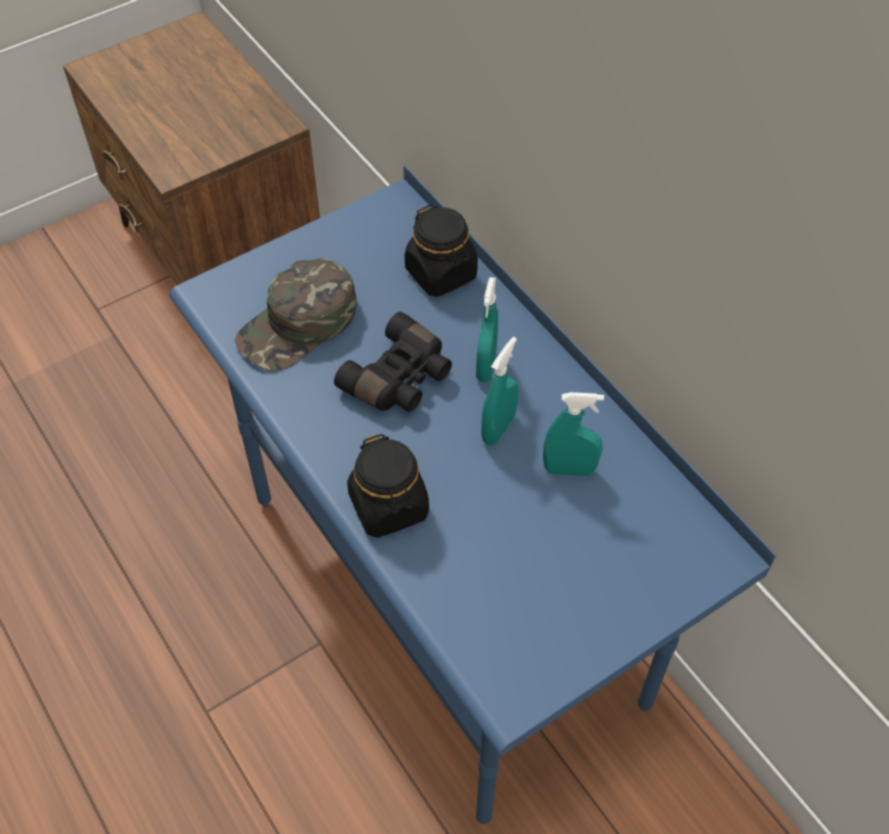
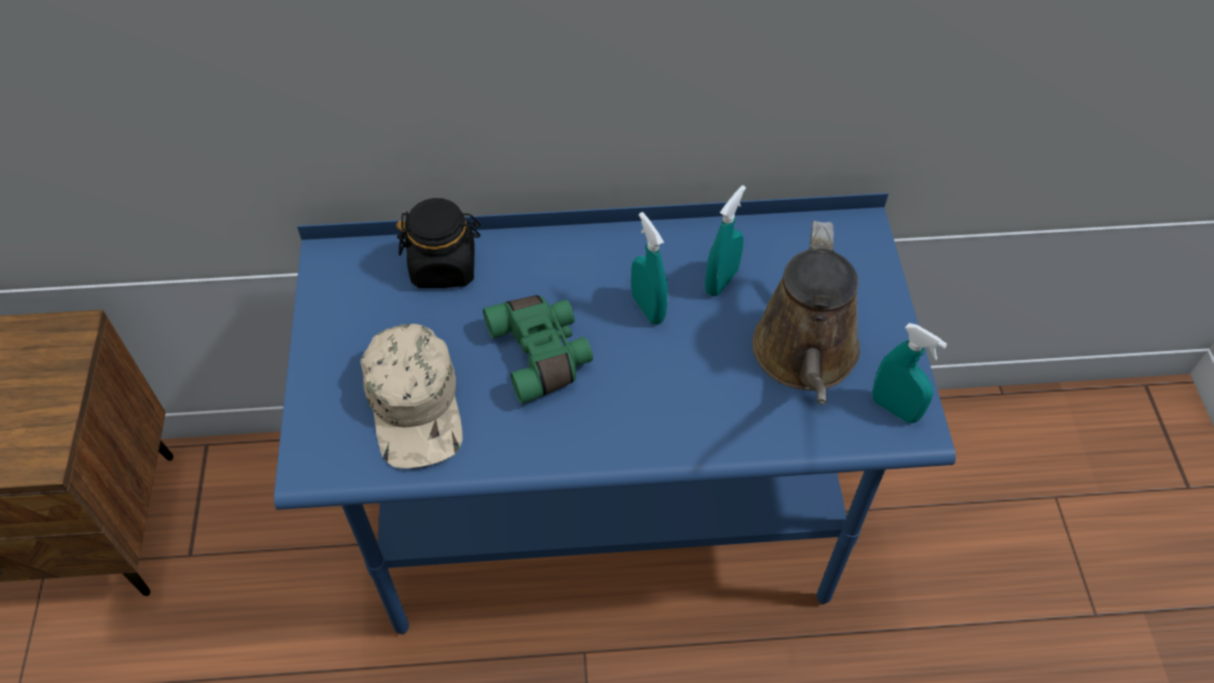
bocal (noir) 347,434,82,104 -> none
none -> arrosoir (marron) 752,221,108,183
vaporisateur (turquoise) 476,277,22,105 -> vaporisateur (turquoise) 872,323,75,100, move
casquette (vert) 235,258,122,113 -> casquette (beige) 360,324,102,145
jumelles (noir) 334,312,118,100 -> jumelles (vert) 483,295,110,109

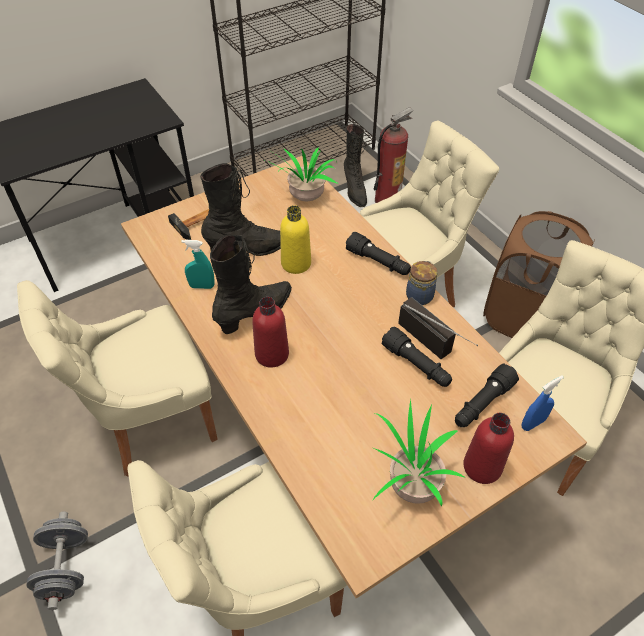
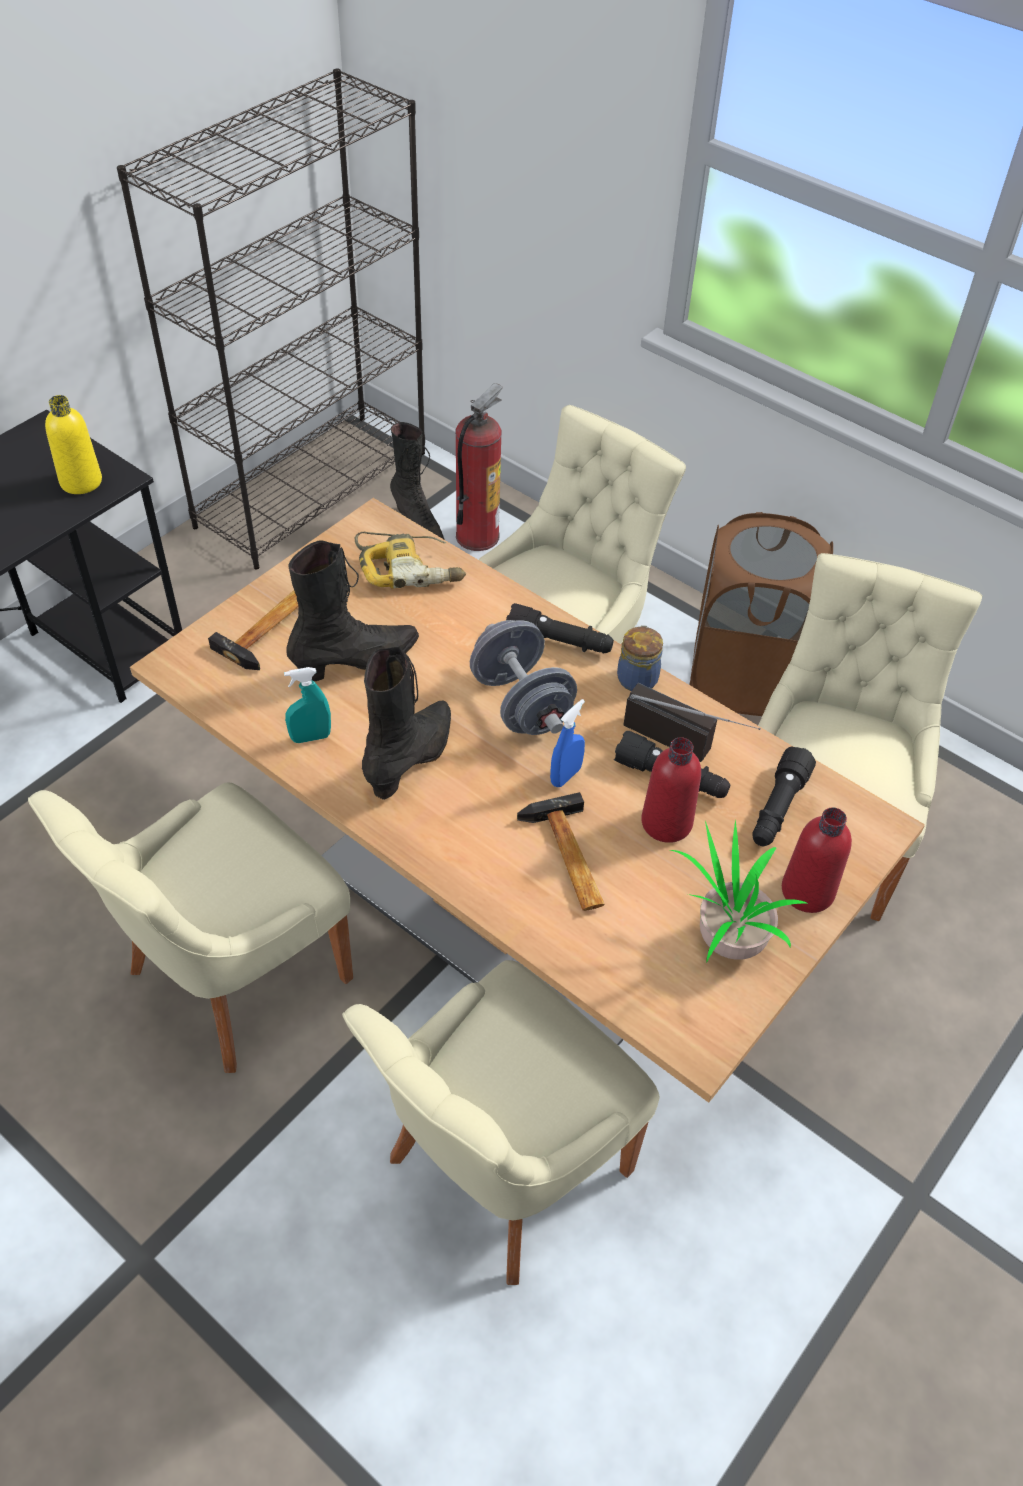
none -> marteau 517,792,88,119
haltère (gris) 26,511,62,99 -> haltère (gris) 470,620,107,115, move
bouteille (rouge) 252,297,37,71 -> bouteille (rouge) 641,737,60,106, move
bouteille (jaune) 280,205,31,69 -> bouteille (jaune) 45,395,57,99, move
vaporisateur (bleu) 521,375,43,56 -> vaporisateur (bleu) 550,699,35,88, move
plante en pot 267,147,72,54 -> perceuse 354,532,112,57

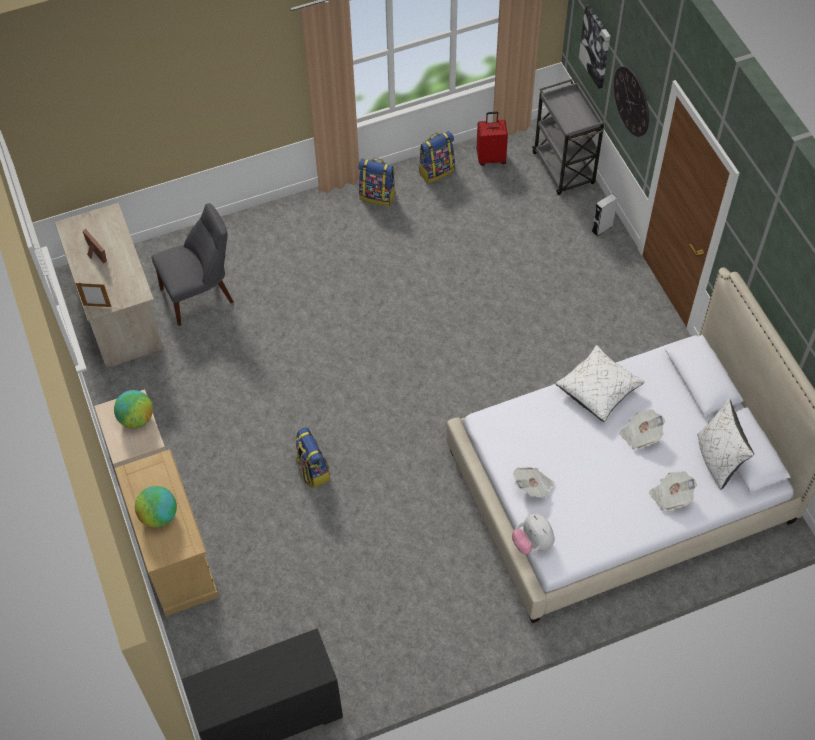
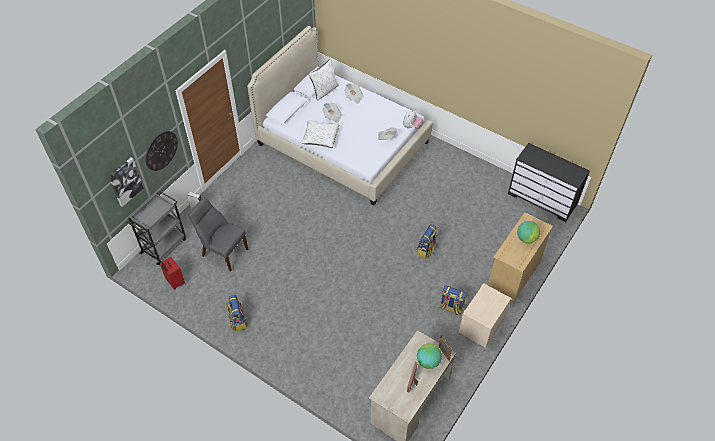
globe 114,390,39,38 -> globe 417,344,25,25, move
chaise (gris) 152,203,81,123 -> chaise (gris) 189,197,59,74, move
sac à dos 419,131,36,52 -> sac à dos 440,285,27,31, move

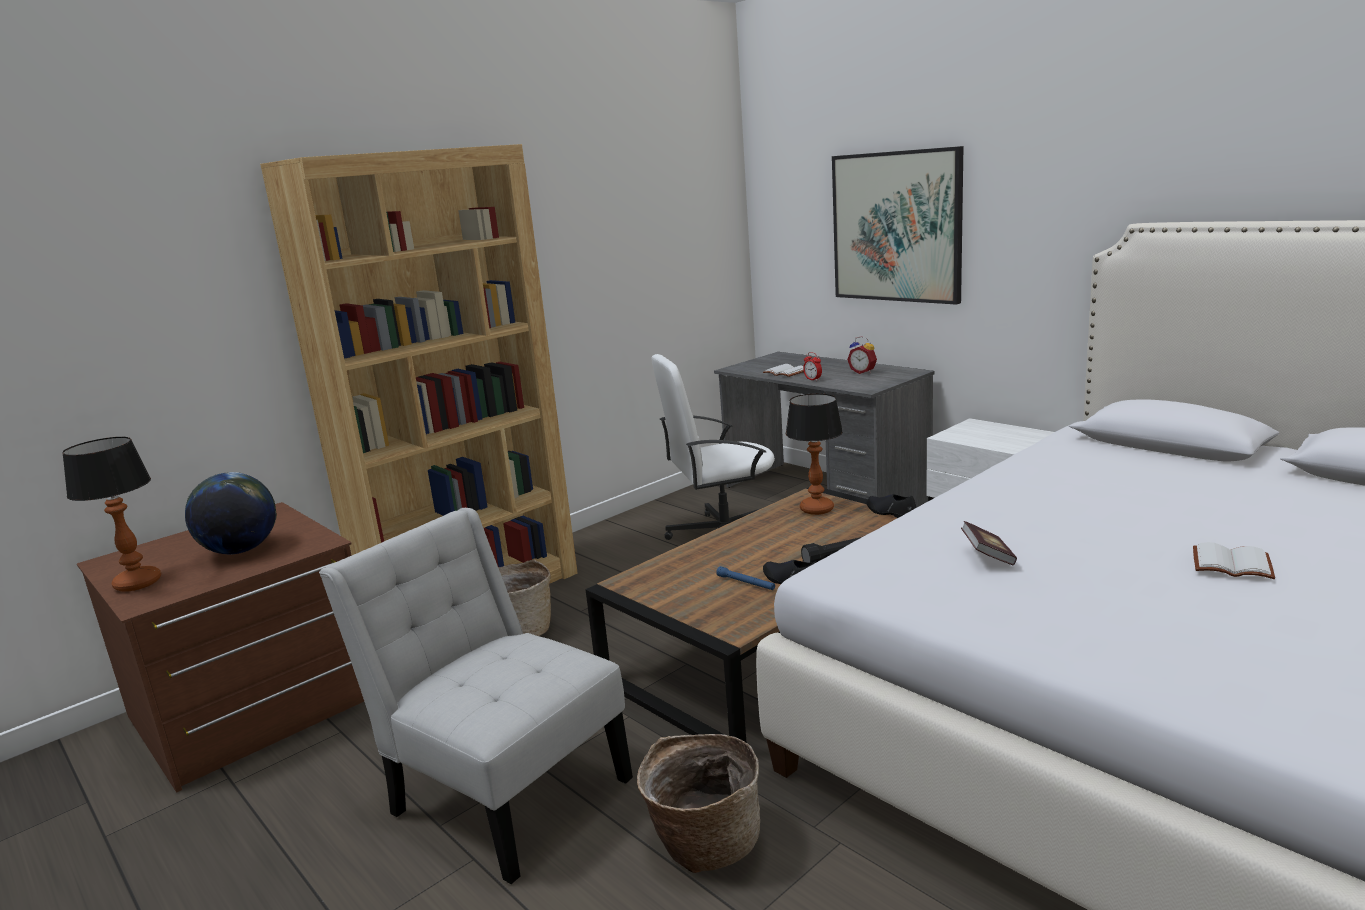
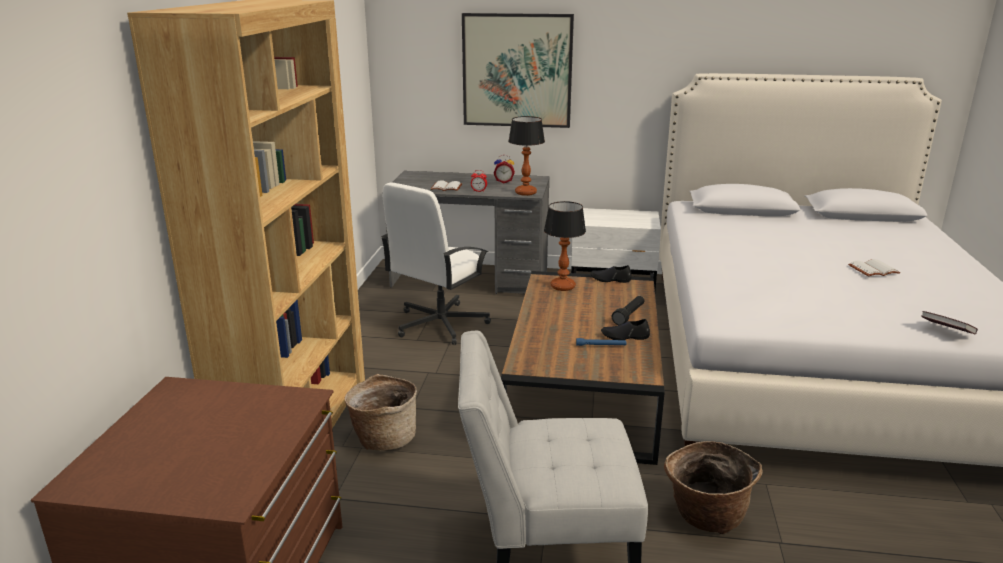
globe 185,472,92,83 -> none
lampe de table 62,437,99,155 -> lampe de table 508,116,37,80, move
livre 961,521,56,44 -> livre 921,311,57,24, move

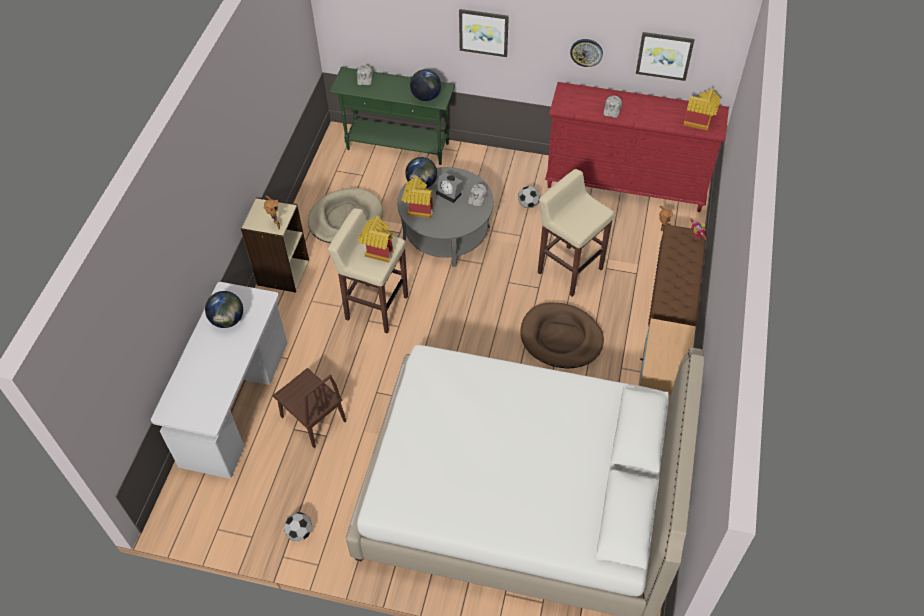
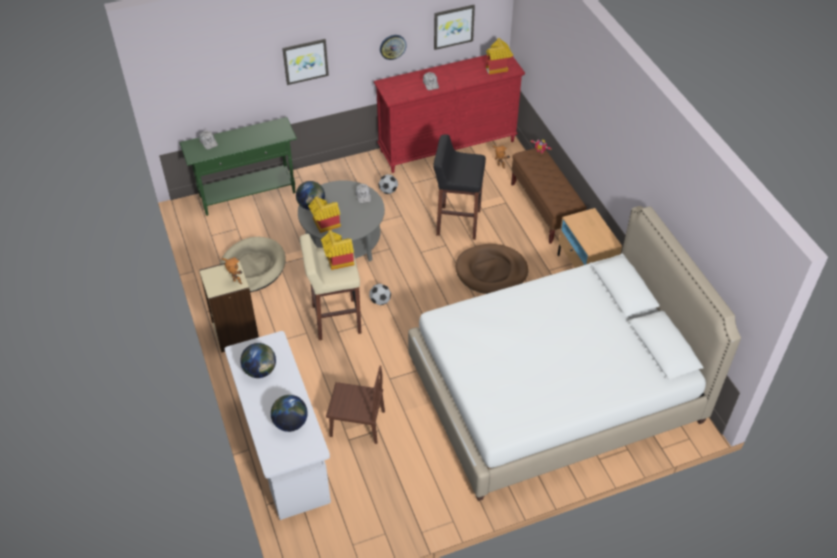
réveil 436,172,27,31 -> none
ballon de foot 284,512,28,29 -> ballon de foot 369,284,22,21, move
globe 410,69,31,32 -> globe 271,395,37,37, move
tabouret (beige) 538,169,76,128 -> tabouret (noir) 433,134,53,106

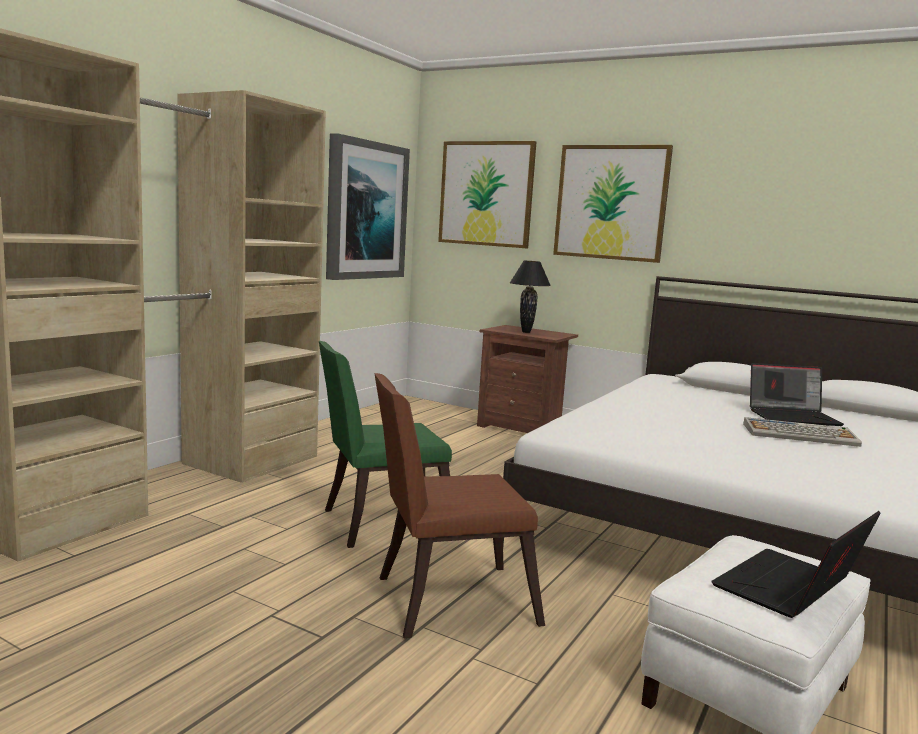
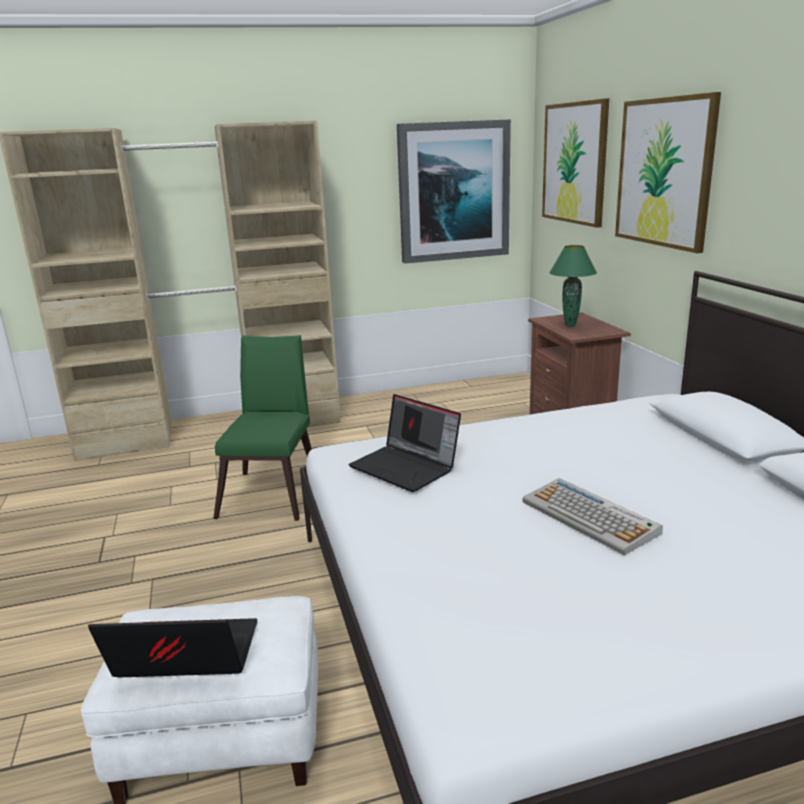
chaise (marron) 374,373,171,266 -> none
ordinateur portable 750,363,94,63 -> ordinateur portable 349,394,112,98, move
lampe de table (noir) 510,261,41,72 -> lampe de table (vert) 549,245,48,82
chaise (vert) 319,341,133,207 -> chaise (vert) 213,335,99,186, 75 degrees clockwise

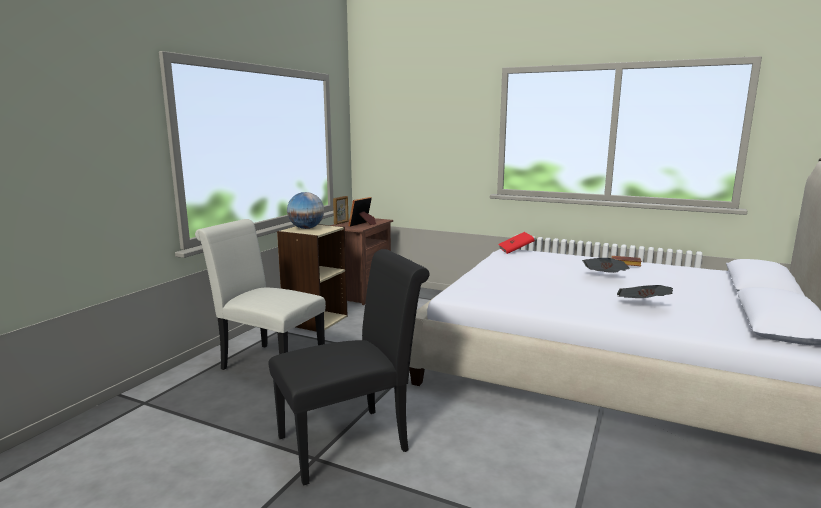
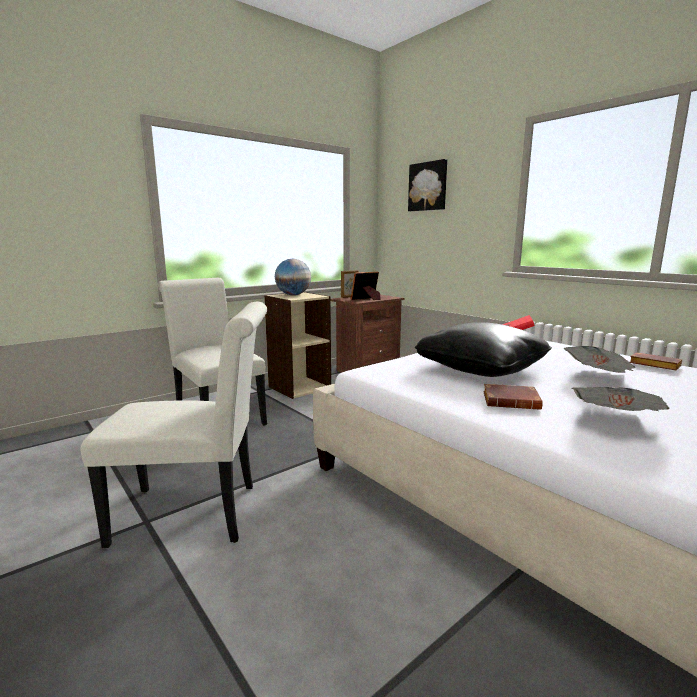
none -> tableau 408,159,39,52
none -> coussin (noir) 415,322,137,55
none -> livre (marron) 483,384,60,26
chaise (noir) 269,249,161,237 -> chaise (blanc) 80,302,187,246

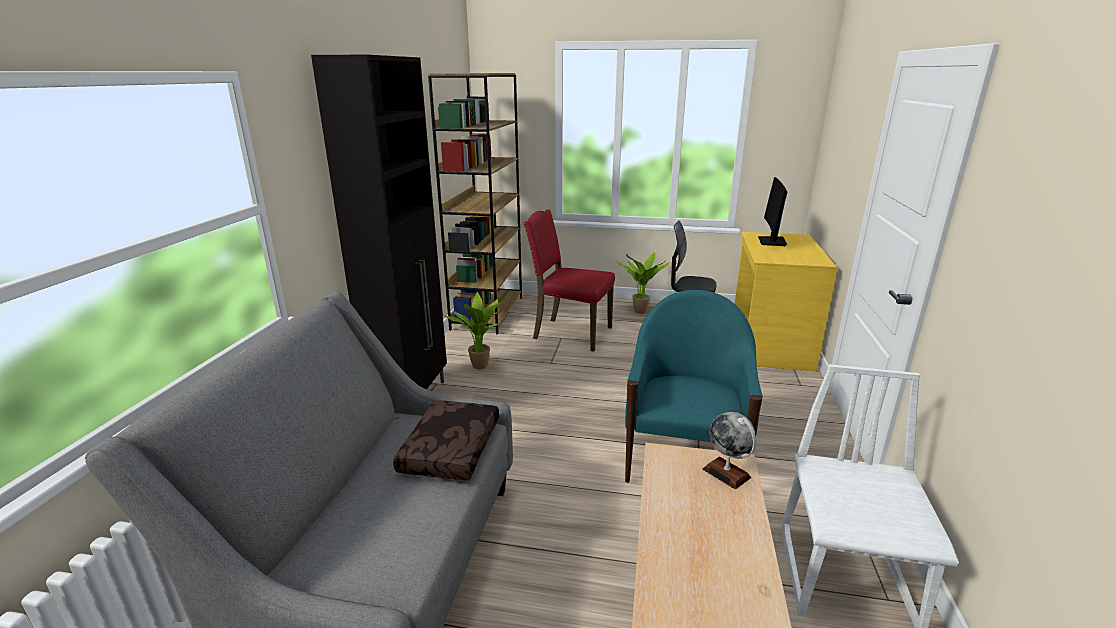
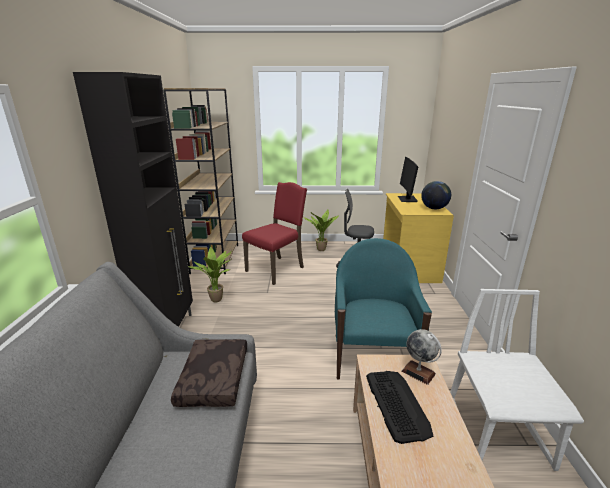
none -> clavier 366,371,67,73
none -> globe 421,181,30,28
chaise (rouge) 524,209,91,143 -> chaise (rouge) 242,182,65,103, 120 degrees clockwise

